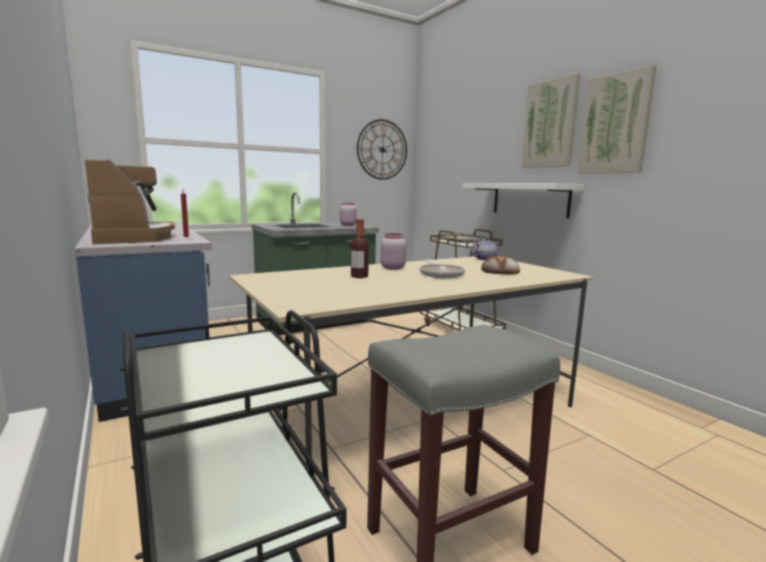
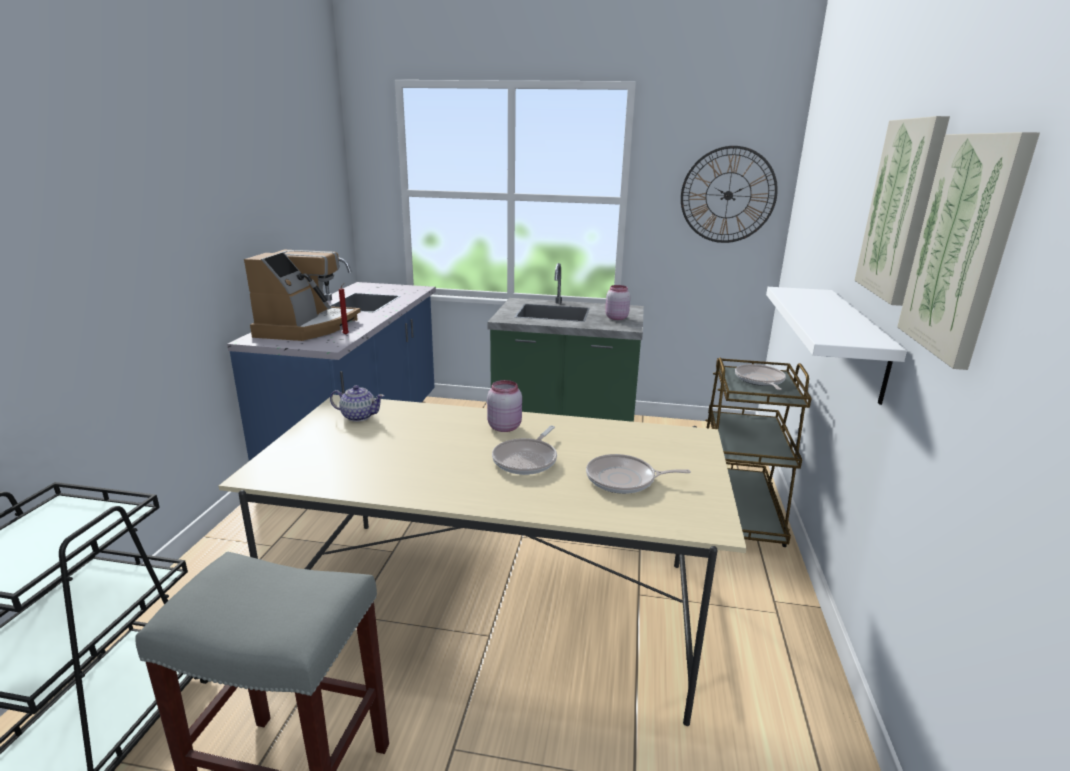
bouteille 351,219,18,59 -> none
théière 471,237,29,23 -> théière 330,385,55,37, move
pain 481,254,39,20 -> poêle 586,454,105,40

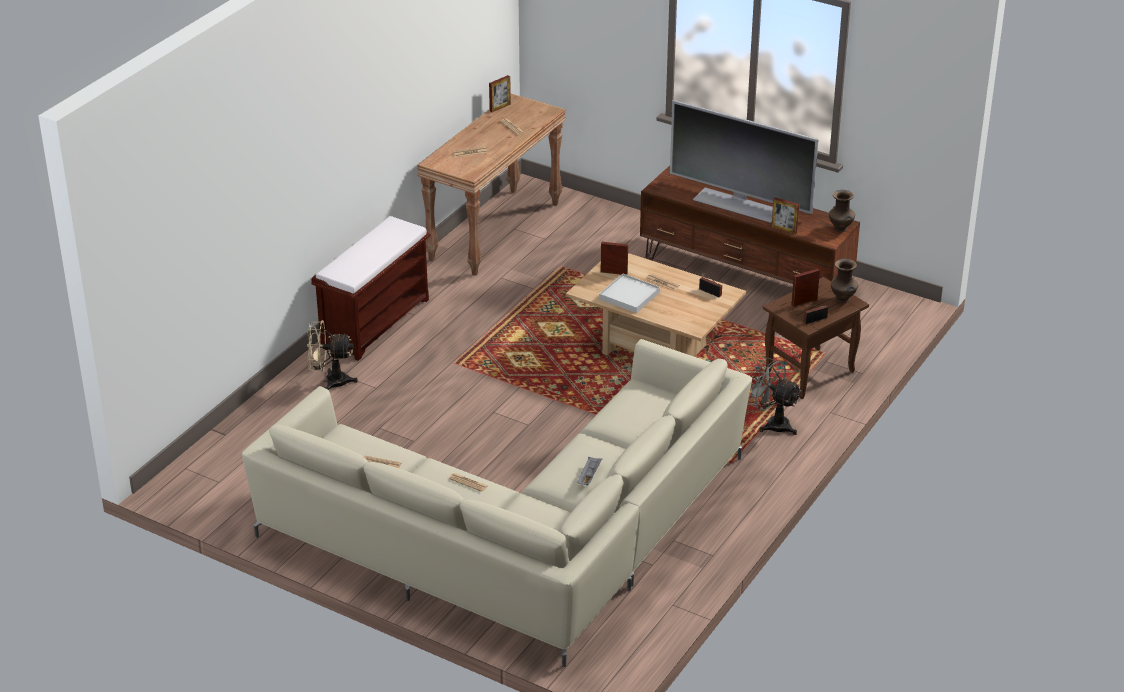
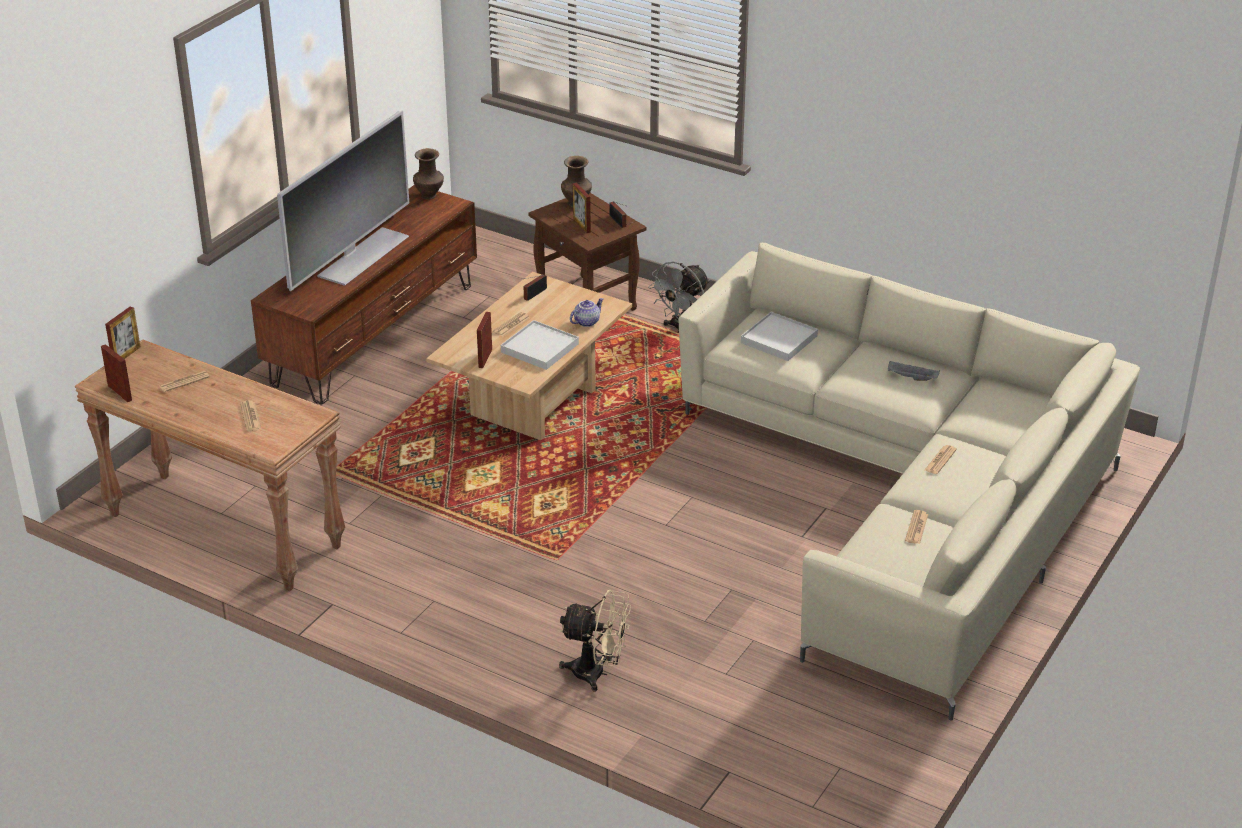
banc (marron) 311,216,120,145 -> none
none -> théière 570,298,34,29
none -> plateau (blanc) 741,312,77,49
cadre photo 771,197,28,37 -> cadre photo 105,307,35,52, move
ventilateur (beige) 307,320,51,70 -> ventilateur (beige) 559,590,72,102, 75 degrees counterclockwise

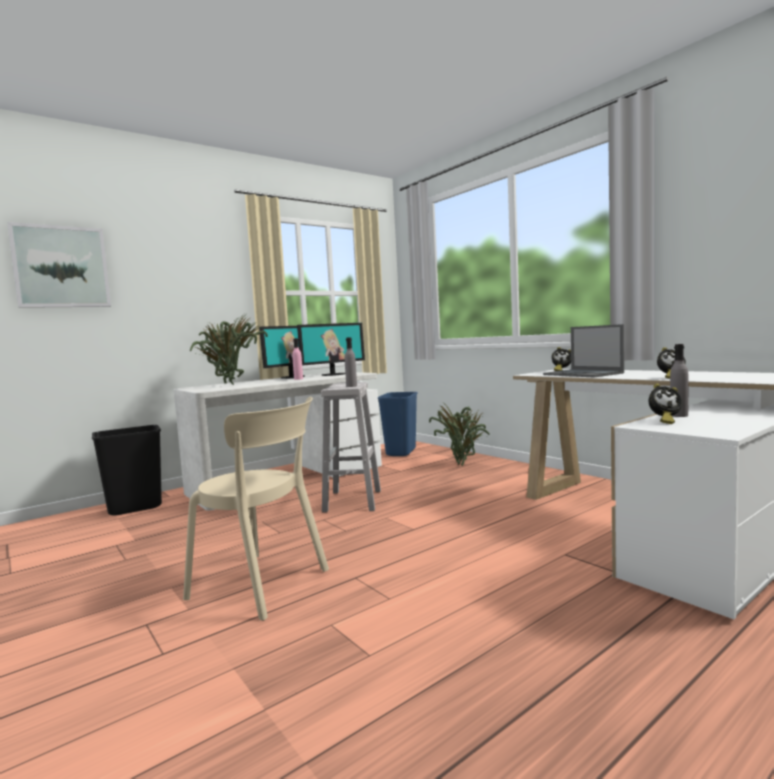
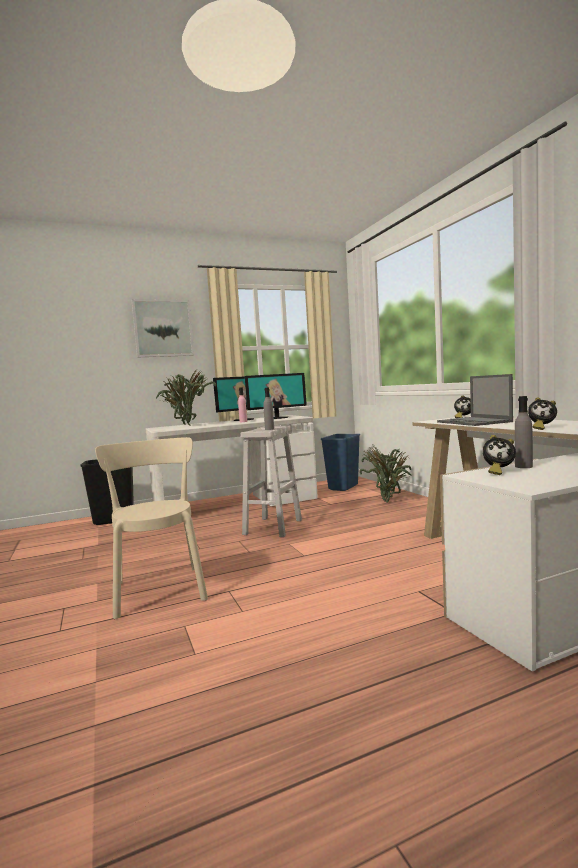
tableau 7,222,104,86 -> tableau 132,299,62,59, move
chaise (beige) 183,397,146,224 -> chaise (beige) 95,437,113,182, 150 degrees counterclockwise

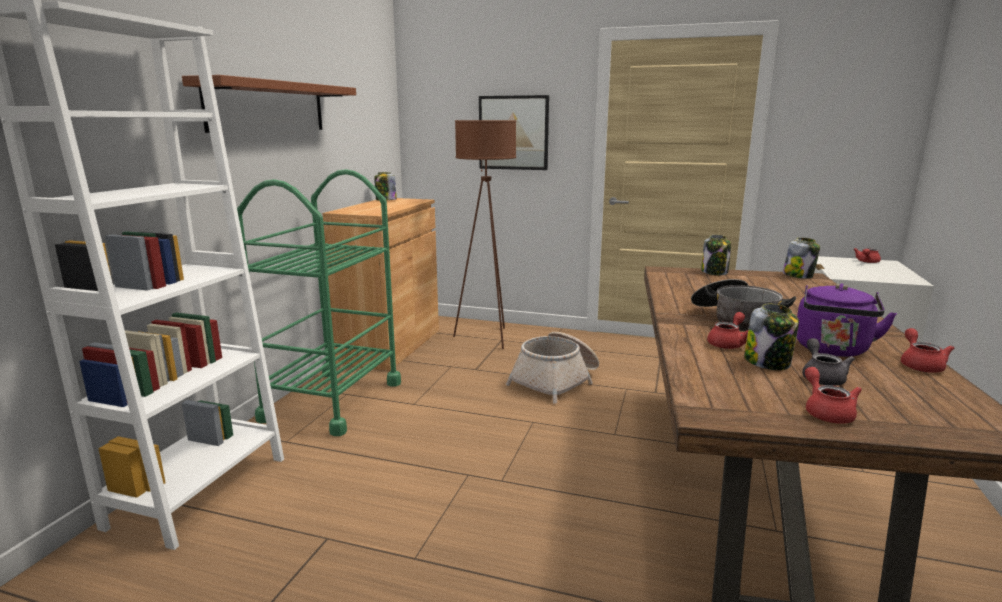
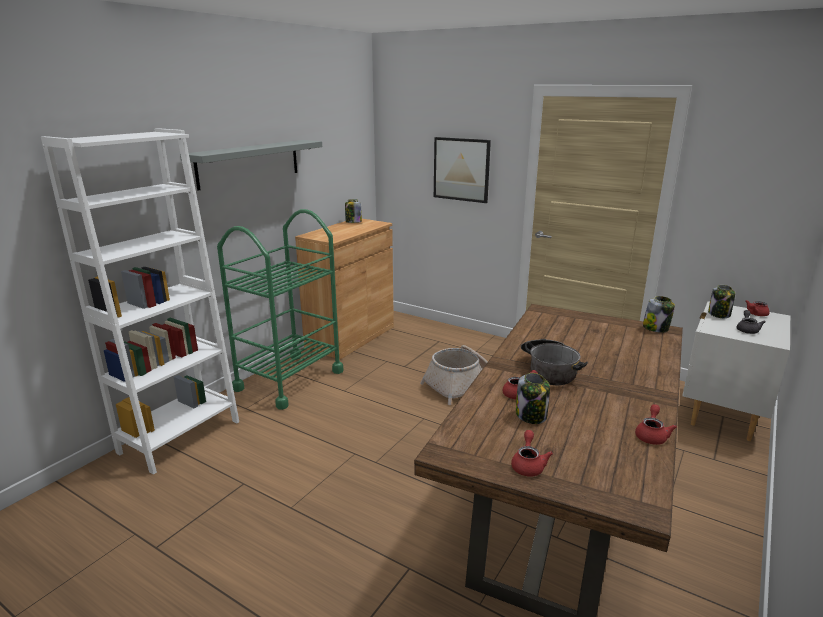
lampadaire (marron) 453,120,63,229 -> none
bouilloire (violet) 797,283,100,74 -> none
bocal 701,235,30,40 -> bocal 708,285,27,33, move
théière (gris) 802,338,53,48 -> théière (gris) 737,310,29,24, move
étagère (marron) 182,75,174,58 -> étagère (gris) 180,140,142,51

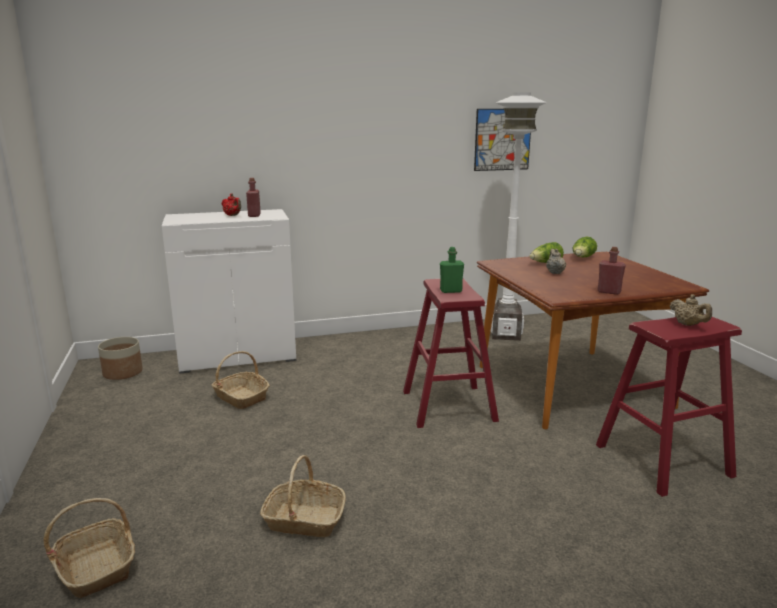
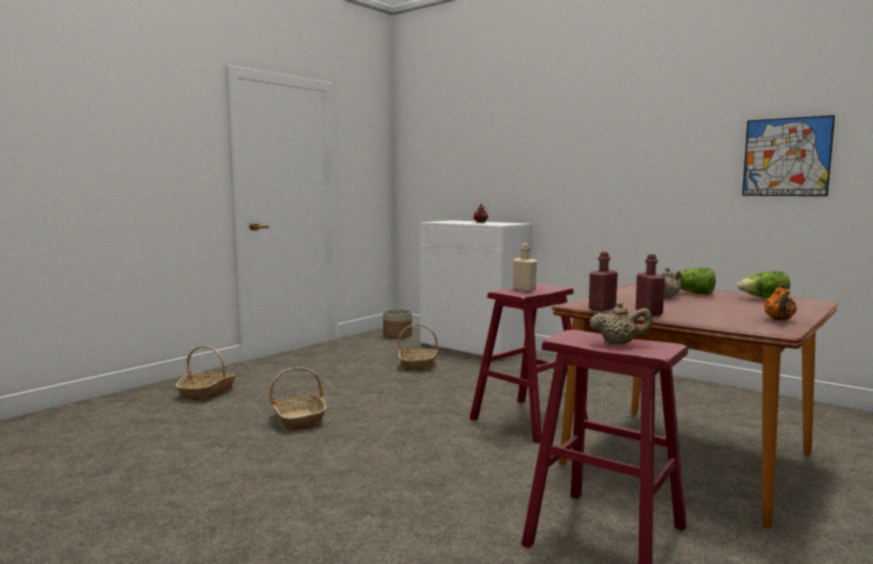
lampadaire (blanc) 490,92,57,249 -> none
none -> théière (orange) 764,283,33,38
bouteille (rouge) 246,178,15,39 -> bouteille (rouge) 589,252,29,59, move
bouteille (vert) 440,247,24,46 -> bouteille (beige) 513,244,24,48
théière (beige) 670,294,42,32 -> théière (beige) 589,302,64,42, 105 degrees counterclockwise

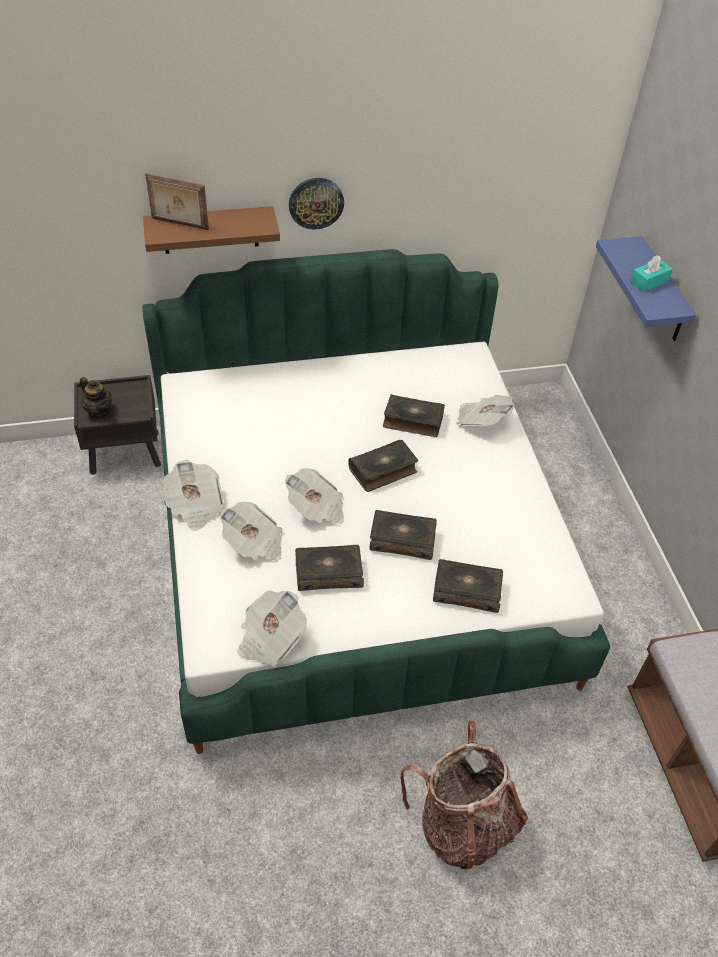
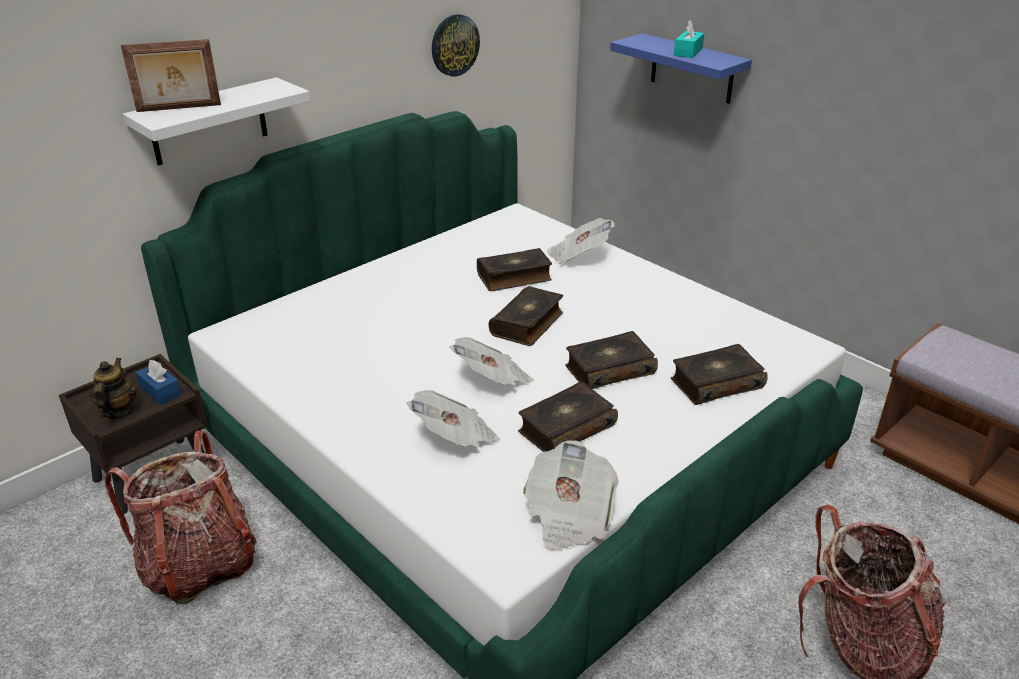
journal 163,460,60,71 -> none
none -> sac à dos 104,431,153,174
none -> boîte à mouchoirs (bleu) 136,360,46,45
horloge murale 289,178,55,52 -> horloge murale 432,14,48,62, move
étagère (marron) 143,206,137,48 -> étagère (blanc) 123,77,187,89
théière 80,377,32,42 -> théière 89,358,48,62, 105 degrees counterclockwise

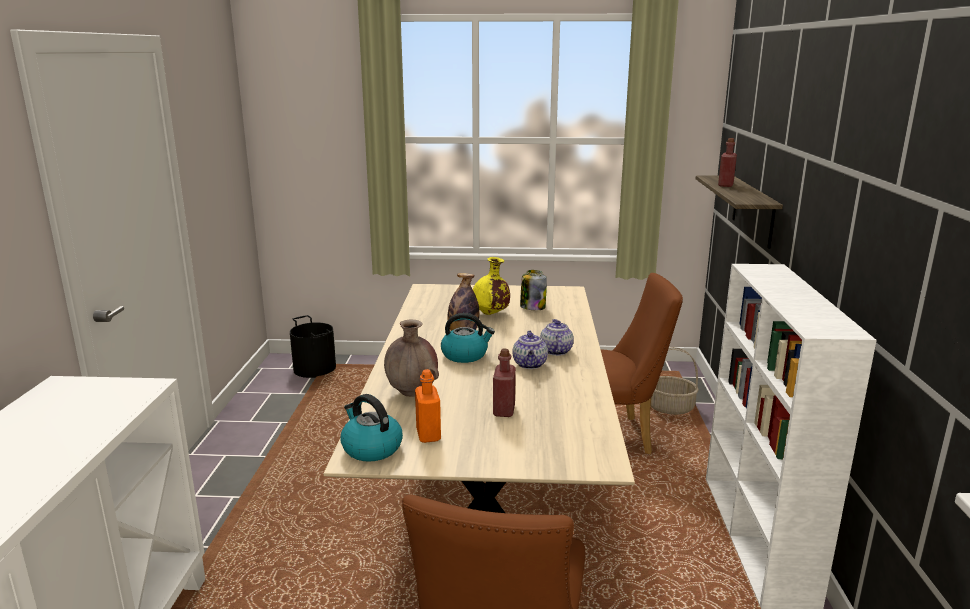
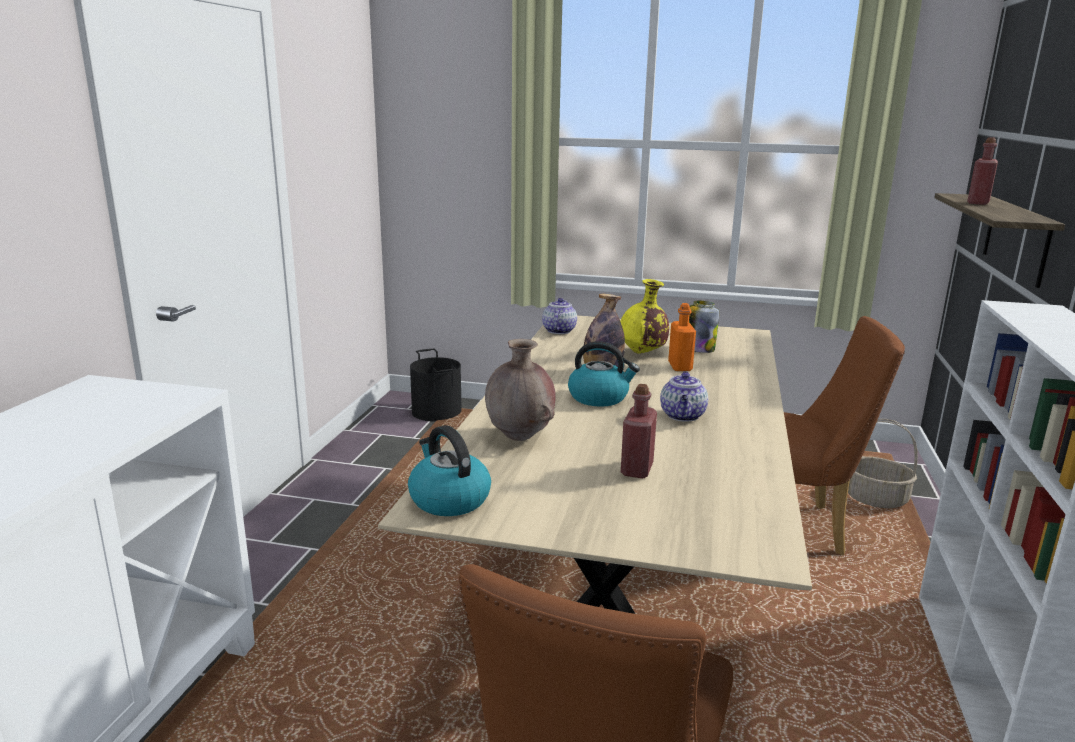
bouteille (orange) 415,369,26,74 -> bouteille (orange) 668,303,28,68, move
théière 540,319,34,37 -> théière 542,298,35,36, move

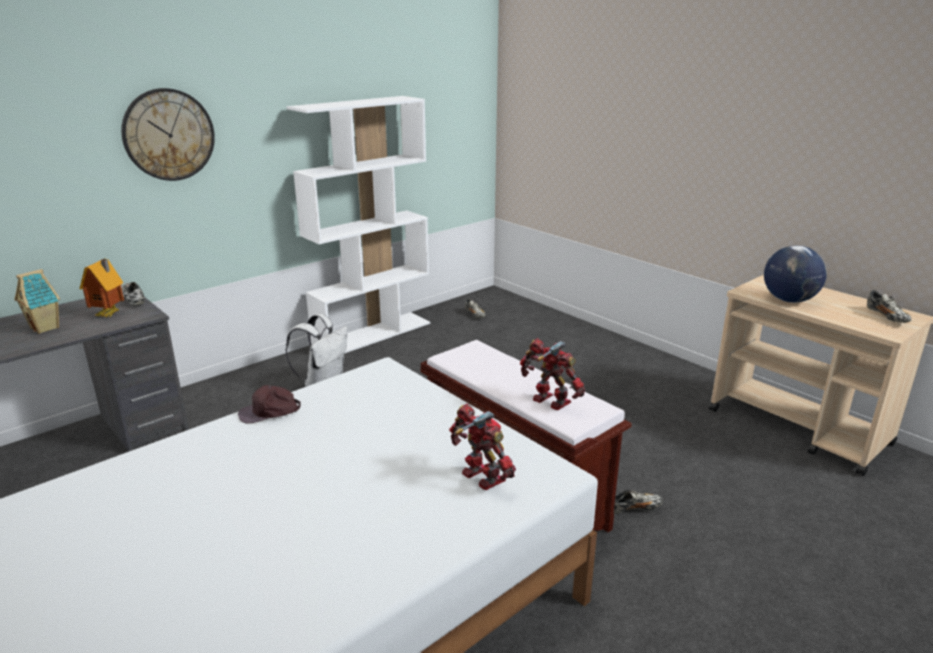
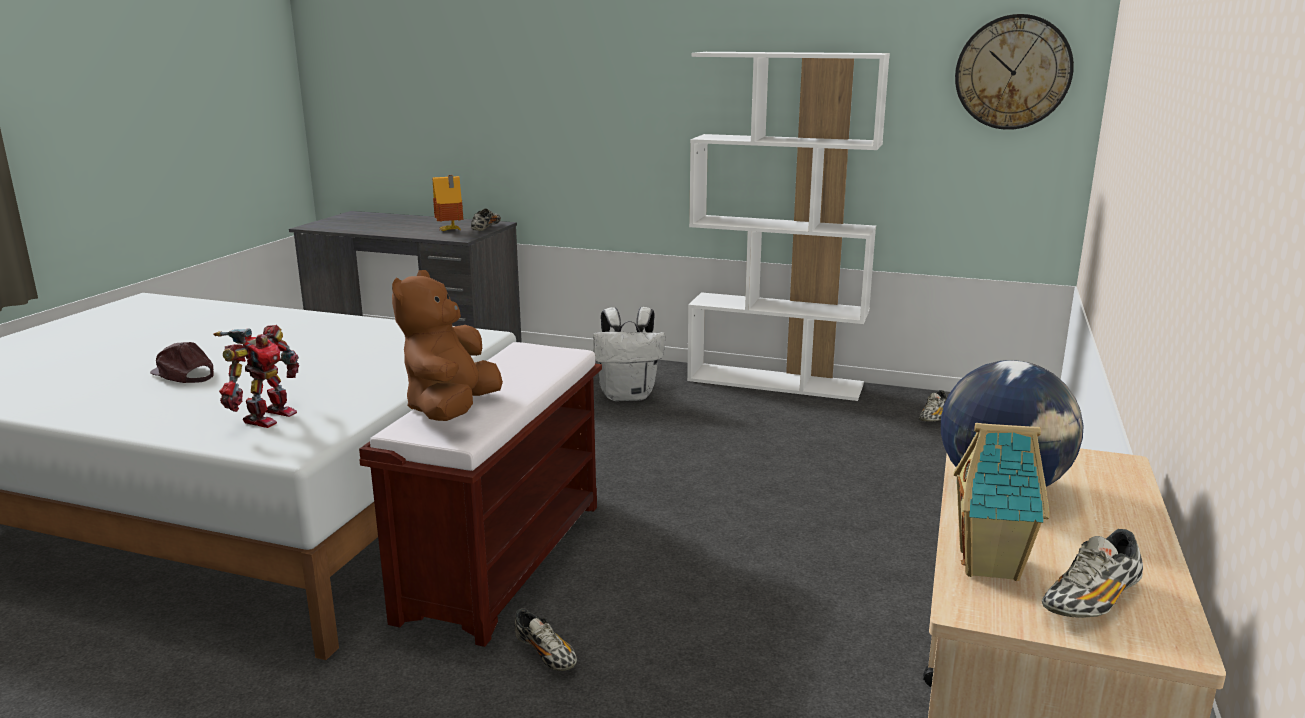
maison miniature 14,269,46,65 -> maison miniature 953,423,97,158, move
horloge murale 121,88,94,93 -> horloge murale 955,14,119,116, move
casquette (marron) 238,385,63,39 -> casquette (marron) 150,342,64,41, move
robot jouet 520,338,65,72 -> peluche (marron) 392,270,111,151

